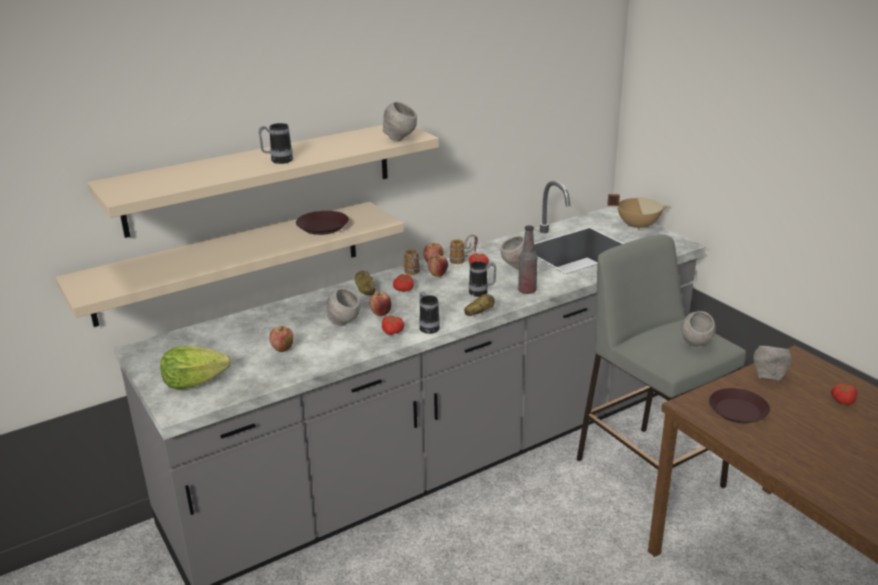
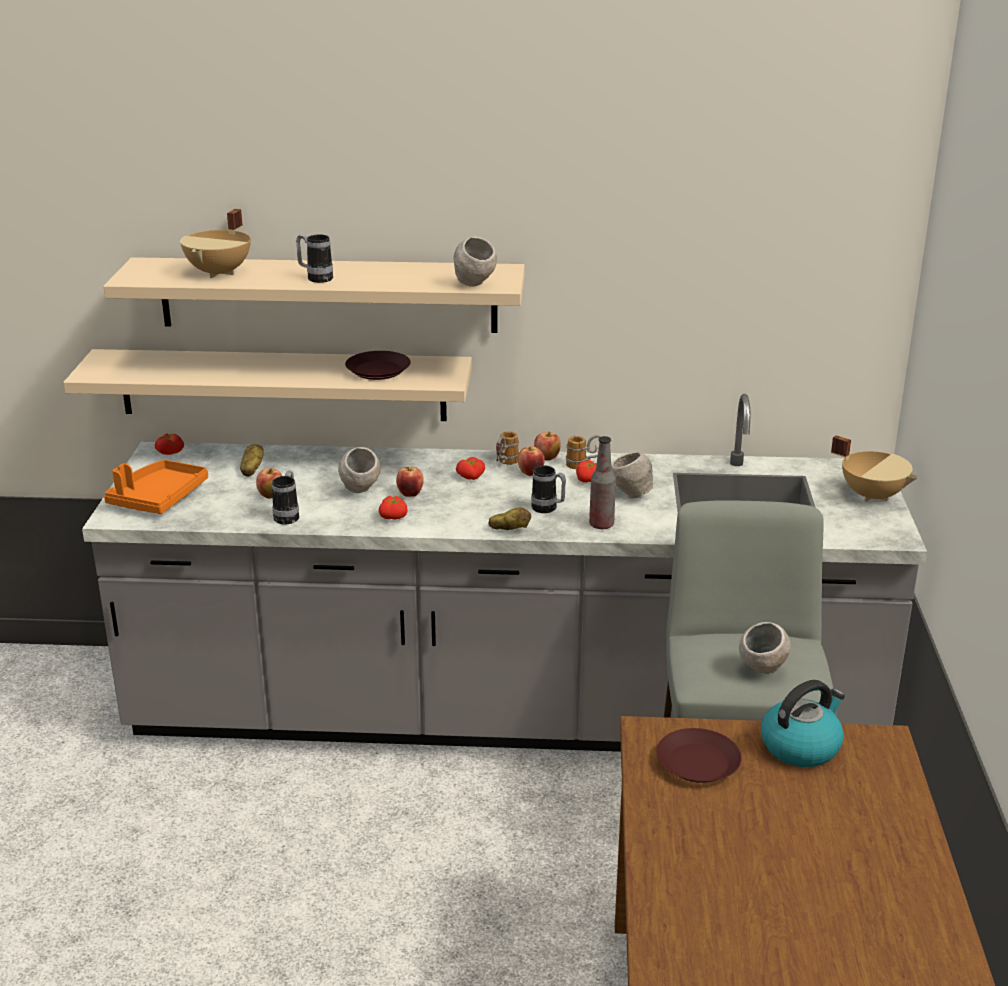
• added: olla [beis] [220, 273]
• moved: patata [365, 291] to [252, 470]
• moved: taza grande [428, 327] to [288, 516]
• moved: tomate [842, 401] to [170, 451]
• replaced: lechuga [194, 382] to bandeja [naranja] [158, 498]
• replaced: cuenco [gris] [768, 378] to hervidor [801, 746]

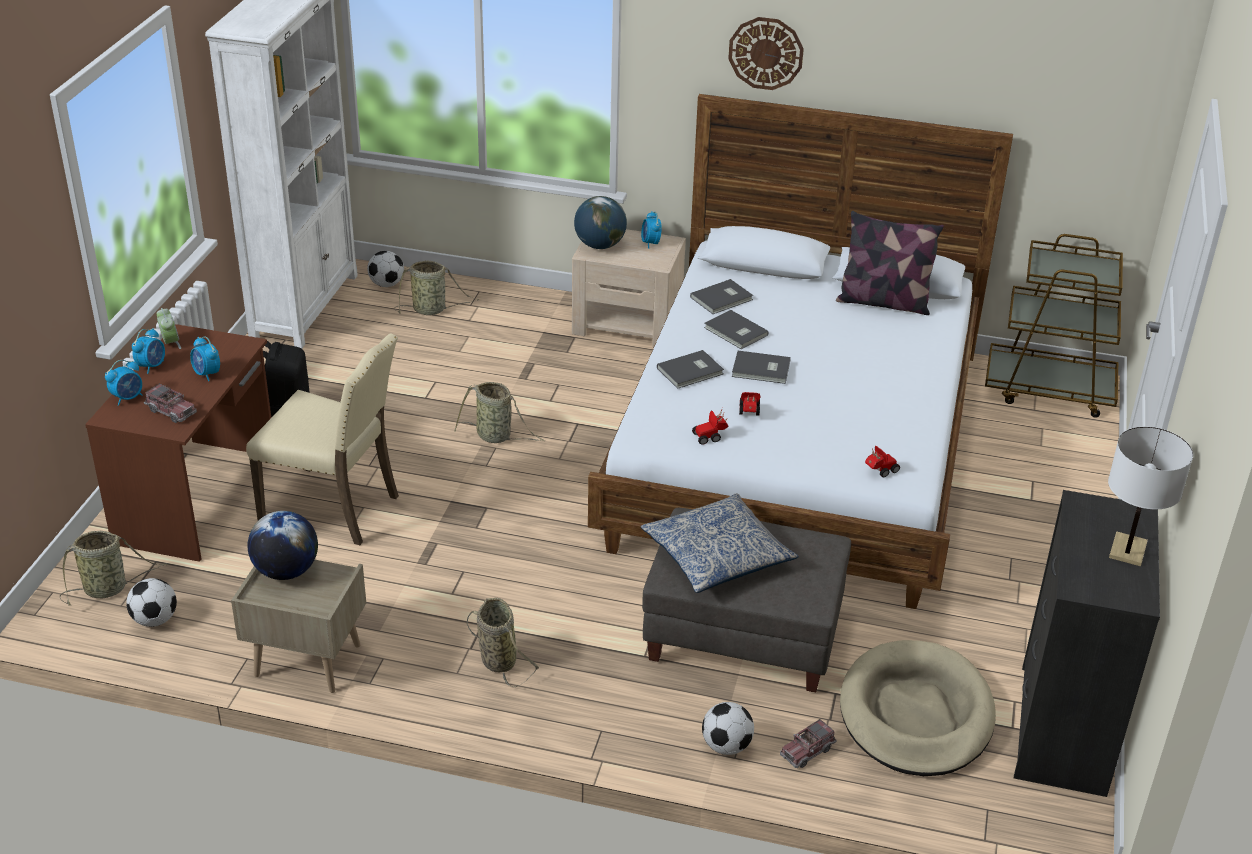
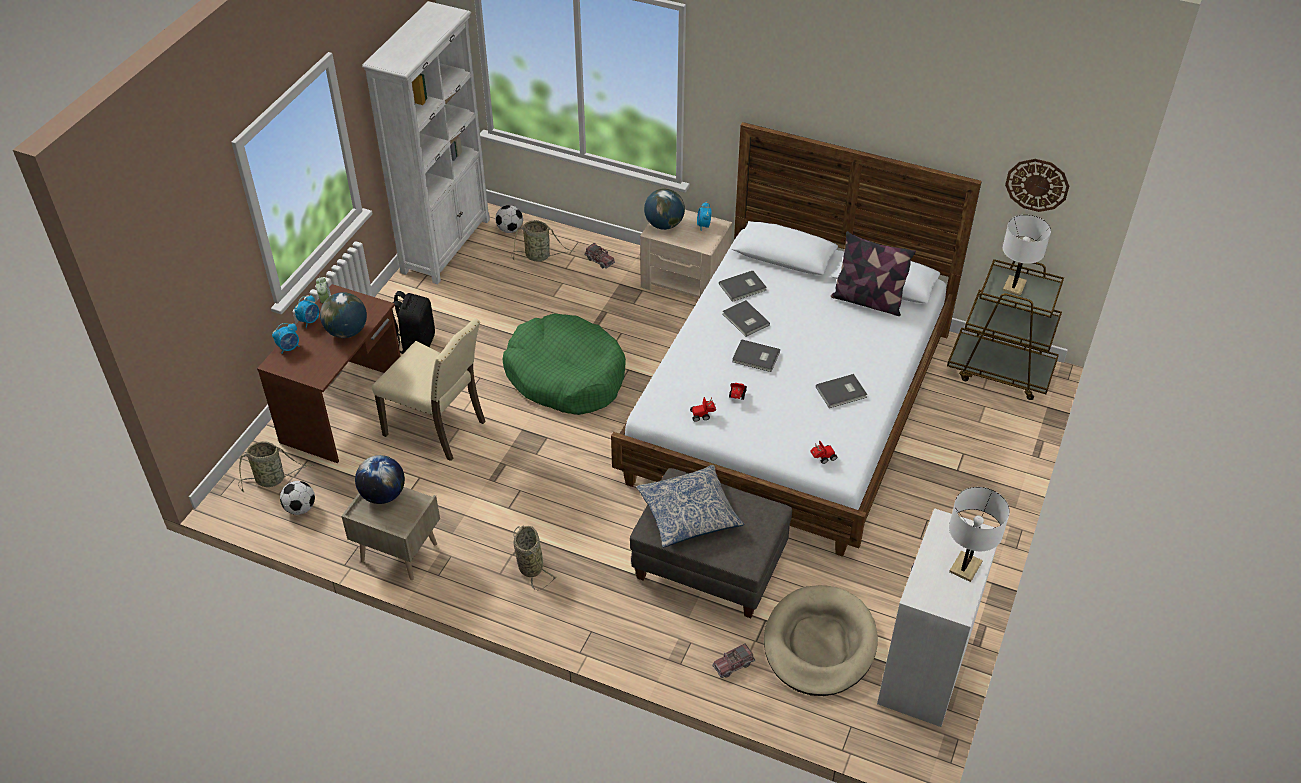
• removed: balón de fútbol [726, 746]
• added: lámpara de mesa [blanco] [1014, 286]
• moved: camión de juguete [171, 411] to [599, 260]
• moved: libro [gris] [691, 371] to [842, 393]
• moved: reloj de pared [766, 53] to [1037, 184]
• replaced: despertador [207, 374] to globo terráqueo [347, 331]
• replaced: cesta [496, 436] to cama para perro [verde] [566, 376]
• recoloured: cómoda [negro] [1061, 729] to cómoda [blanco] [923, 668]

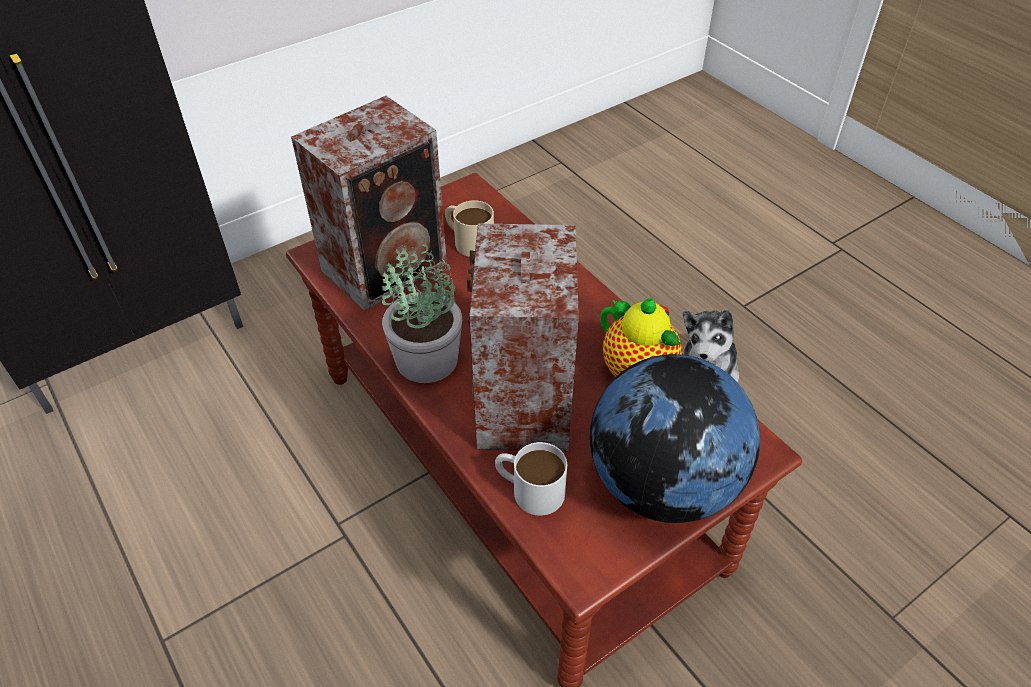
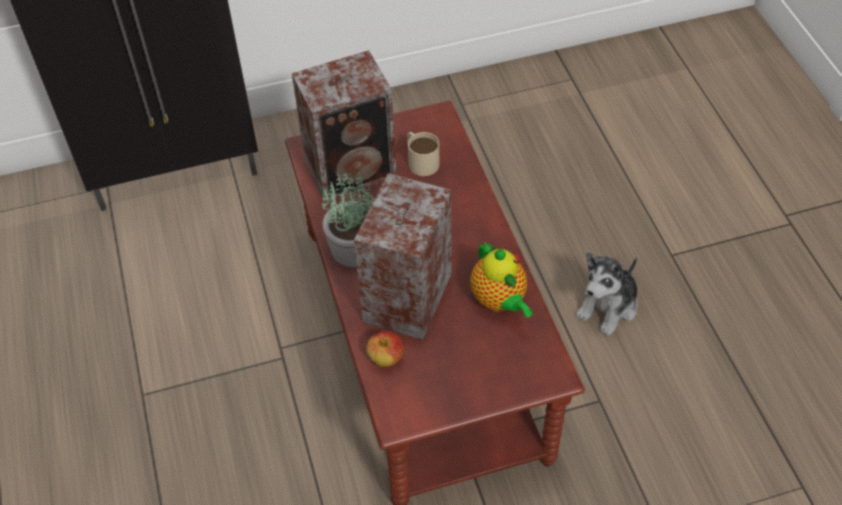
• removed: globo terráqueo [662, 484]
• replaced: taza grande [blanco] [529, 489] to manzana [386, 358]

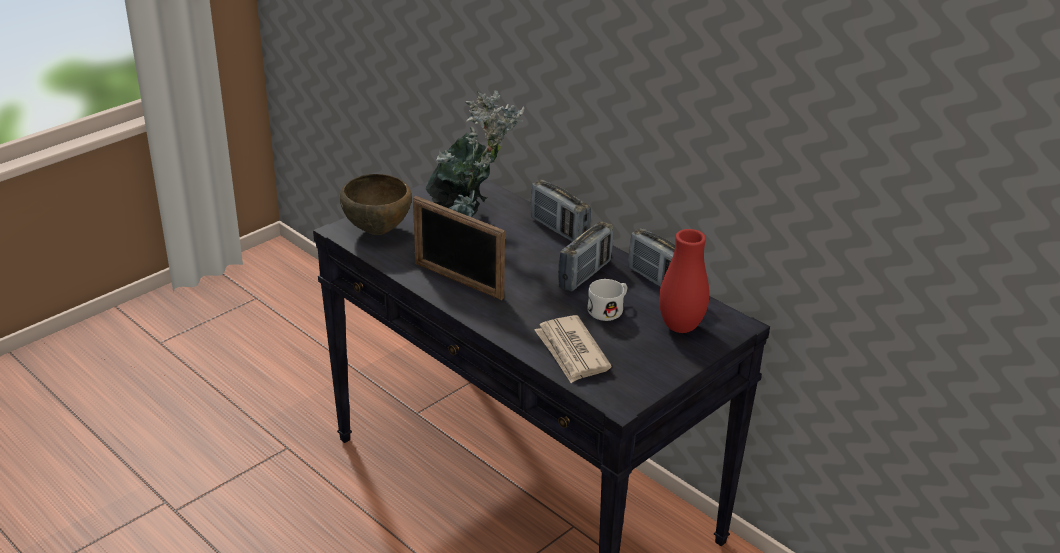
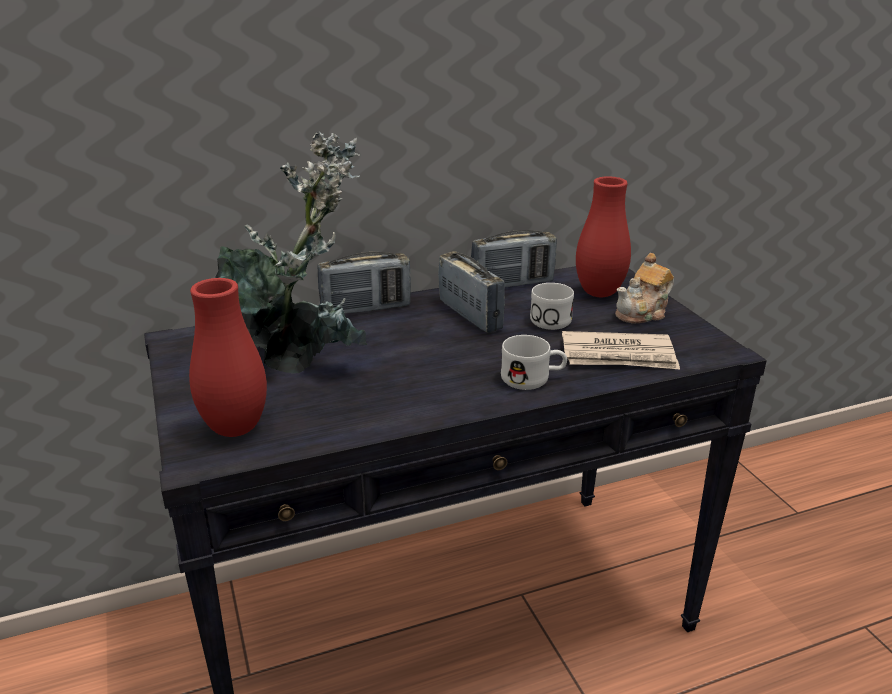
• removed: portarretratos [458, 280]
• added: taza grande [blanco] [533, 379]
• added: tetera [643, 313]
• replaced: cuenco [marrón] [378, 231] to florero [rojo] [235, 428]

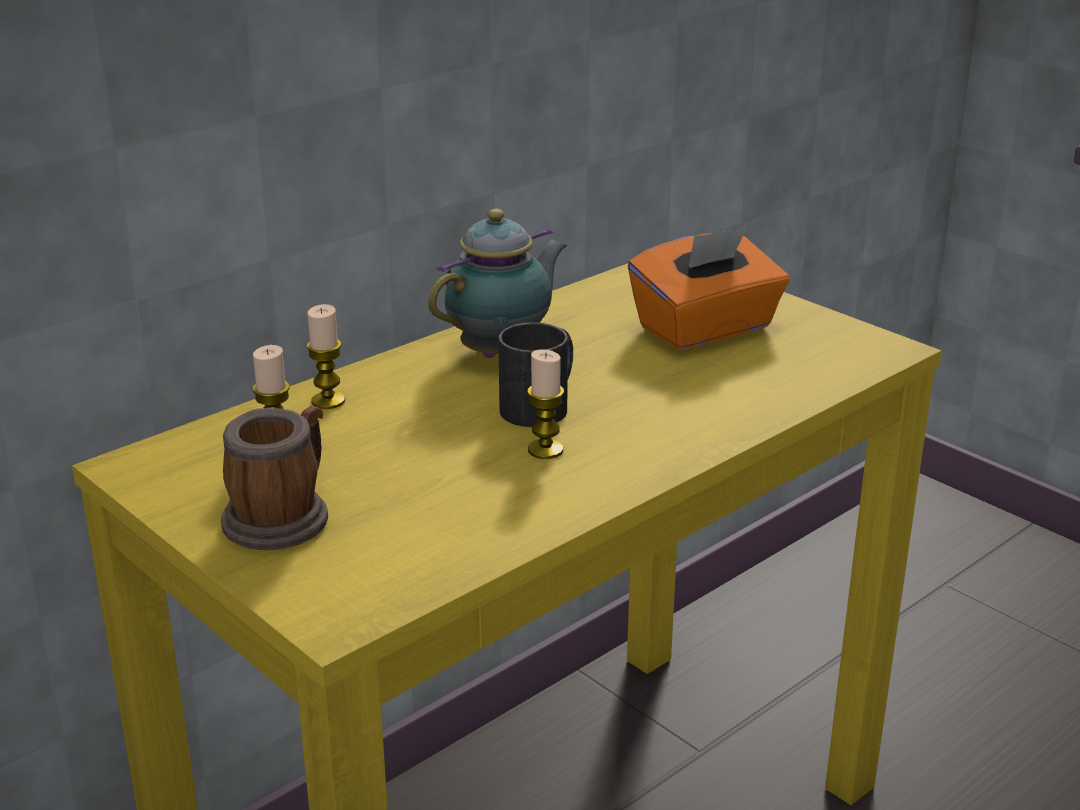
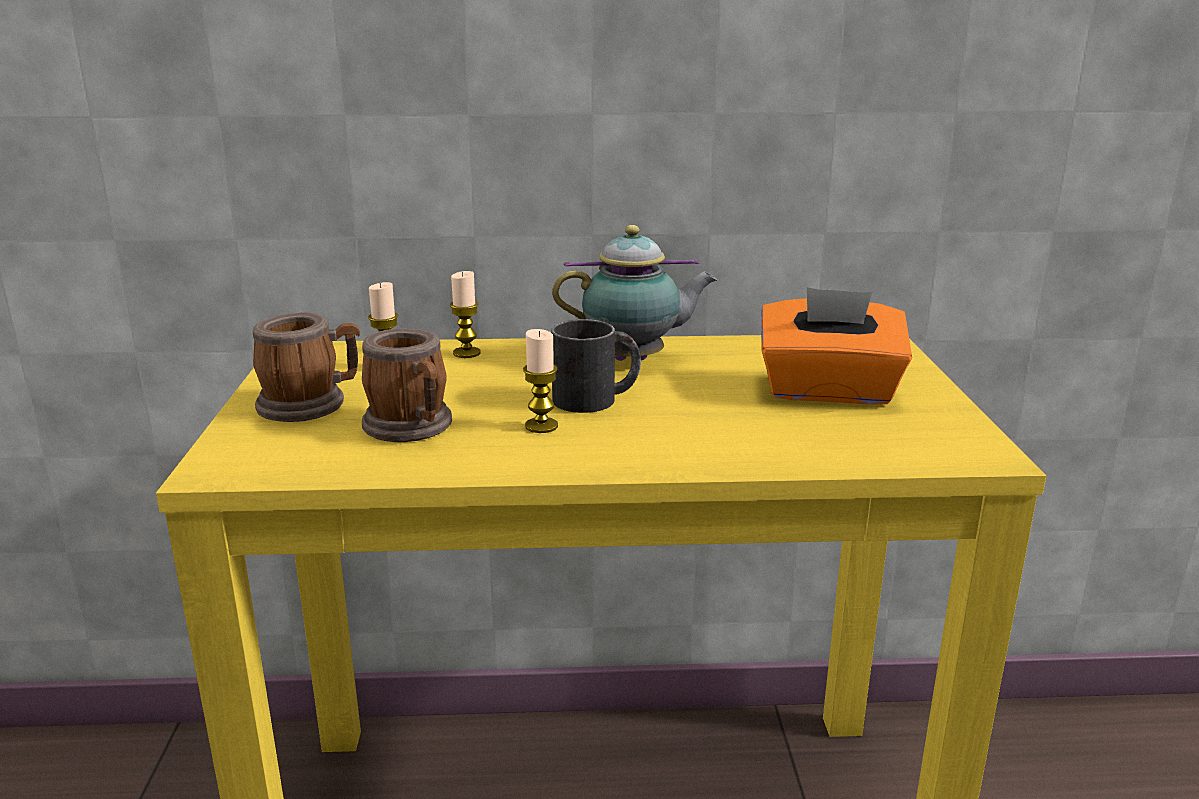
• added: taza grande [413, 428]

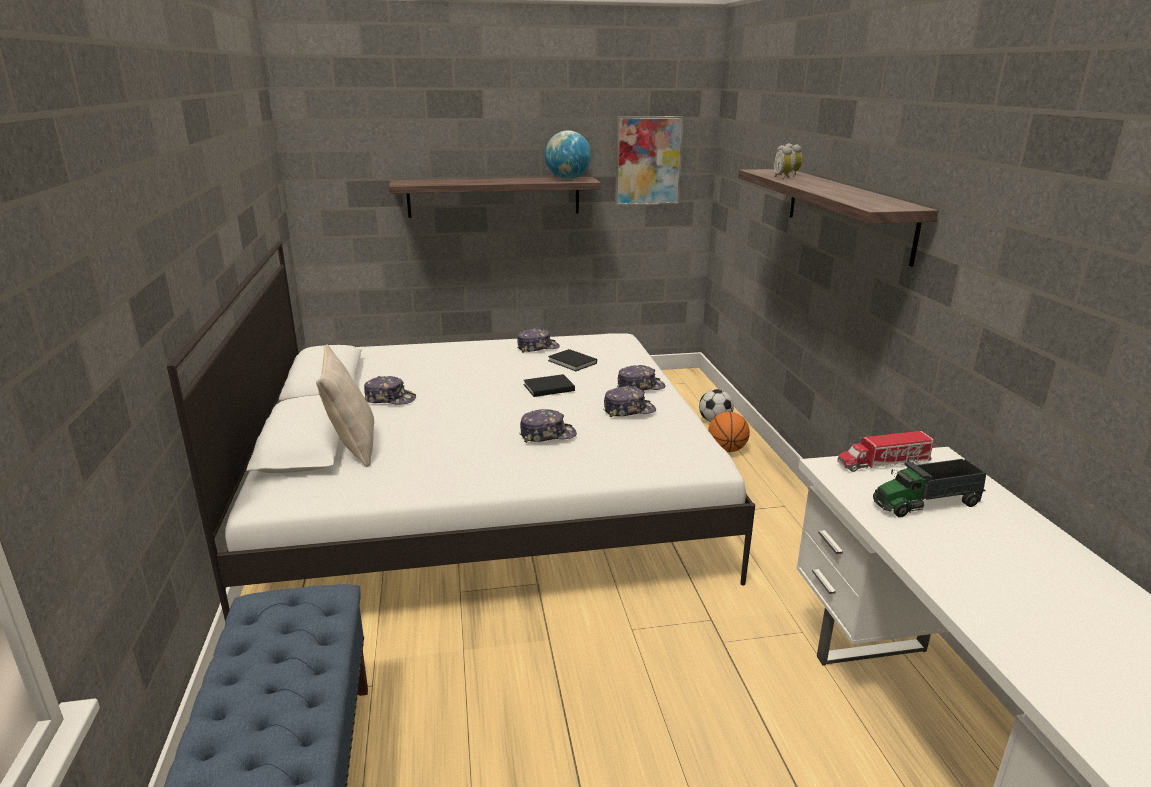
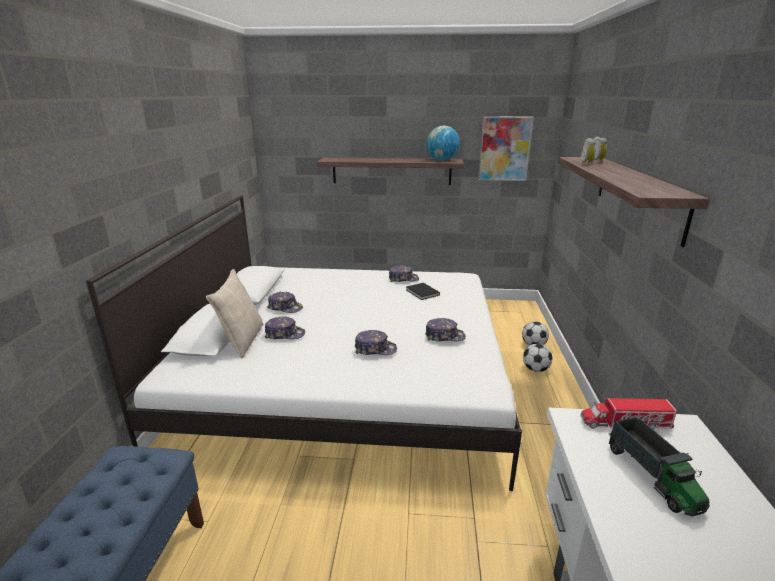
• removed: libro [negro] [547, 387]
• moved: gorra [640, 387] to [285, 334]
• replaced: balón de baloncesto [727, 449] to balón de fútbol [535, 369]
• turned: camión de juguete [926, 504] = [652, 476] 105 degrees counterclockwise

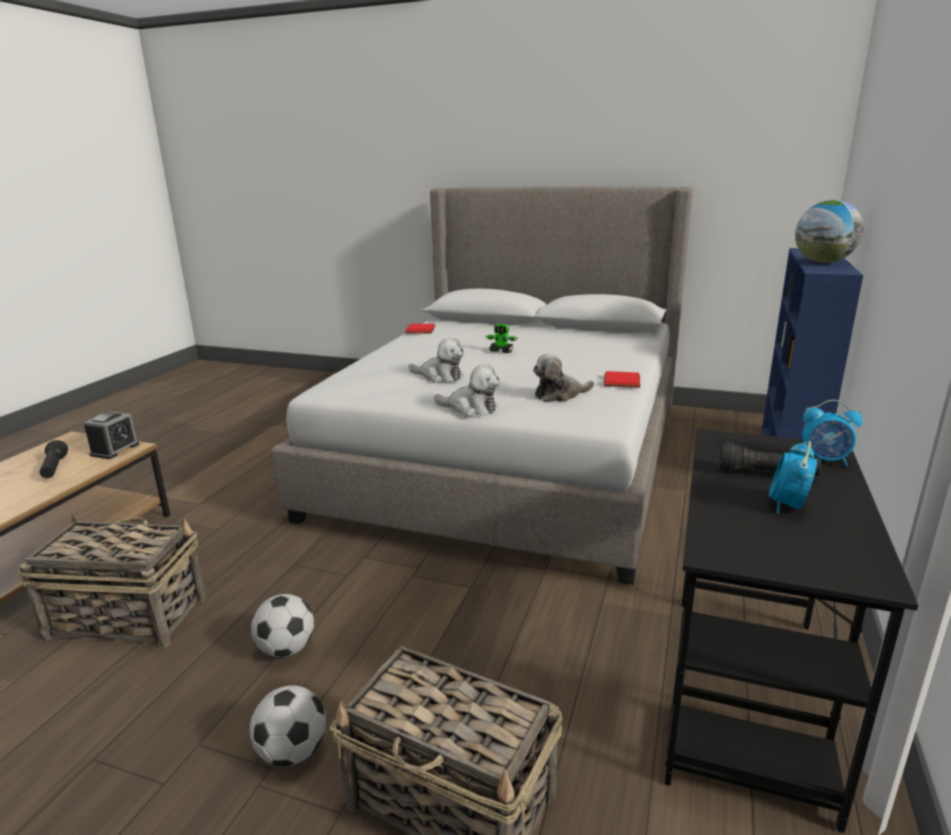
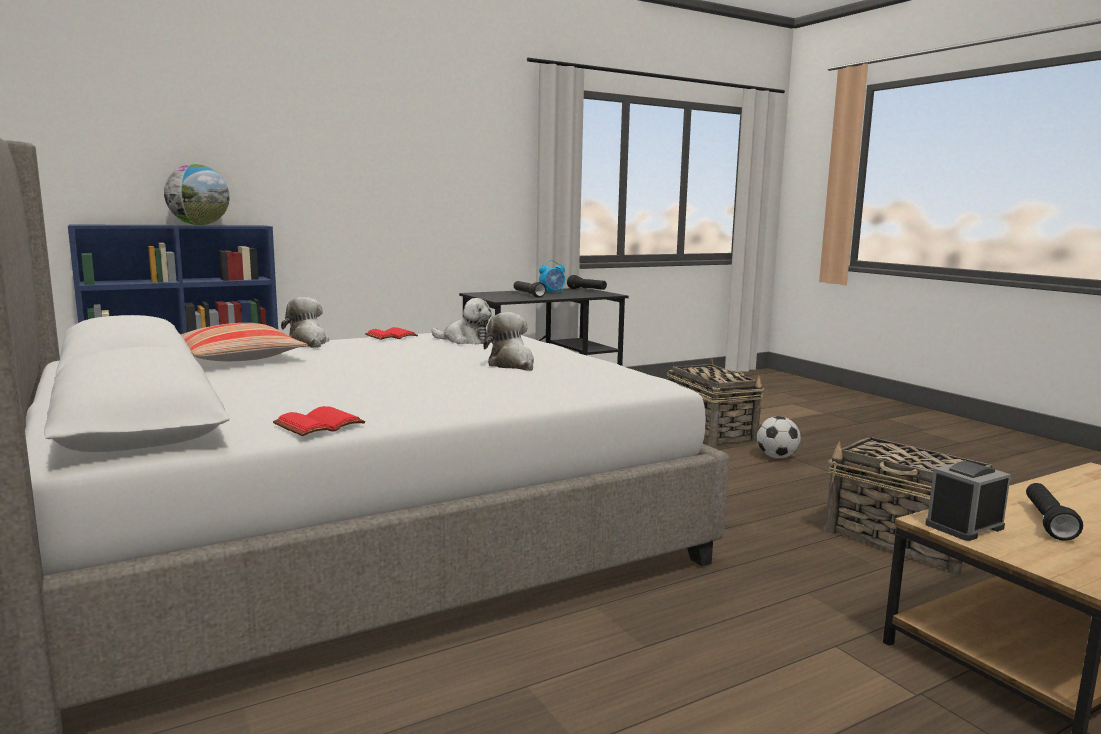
• removed: balón de fútbol [286, 649]
• removed: robot de juguete [501, 351]
• removed: despertador [825, 460]
• added: cojín [237, 358]
• added: linterna [negro] [587, 290]
• moved: peluche [471, 408] to [308, 343]

